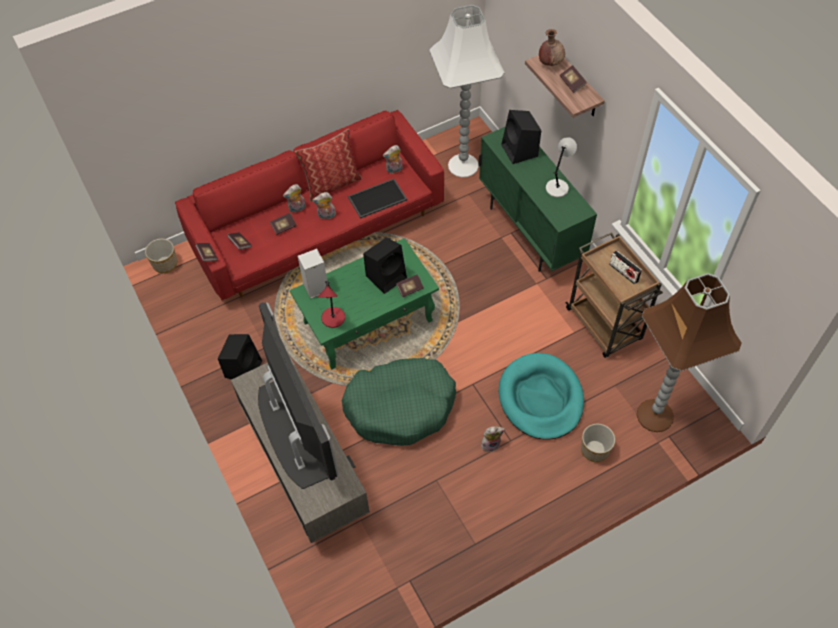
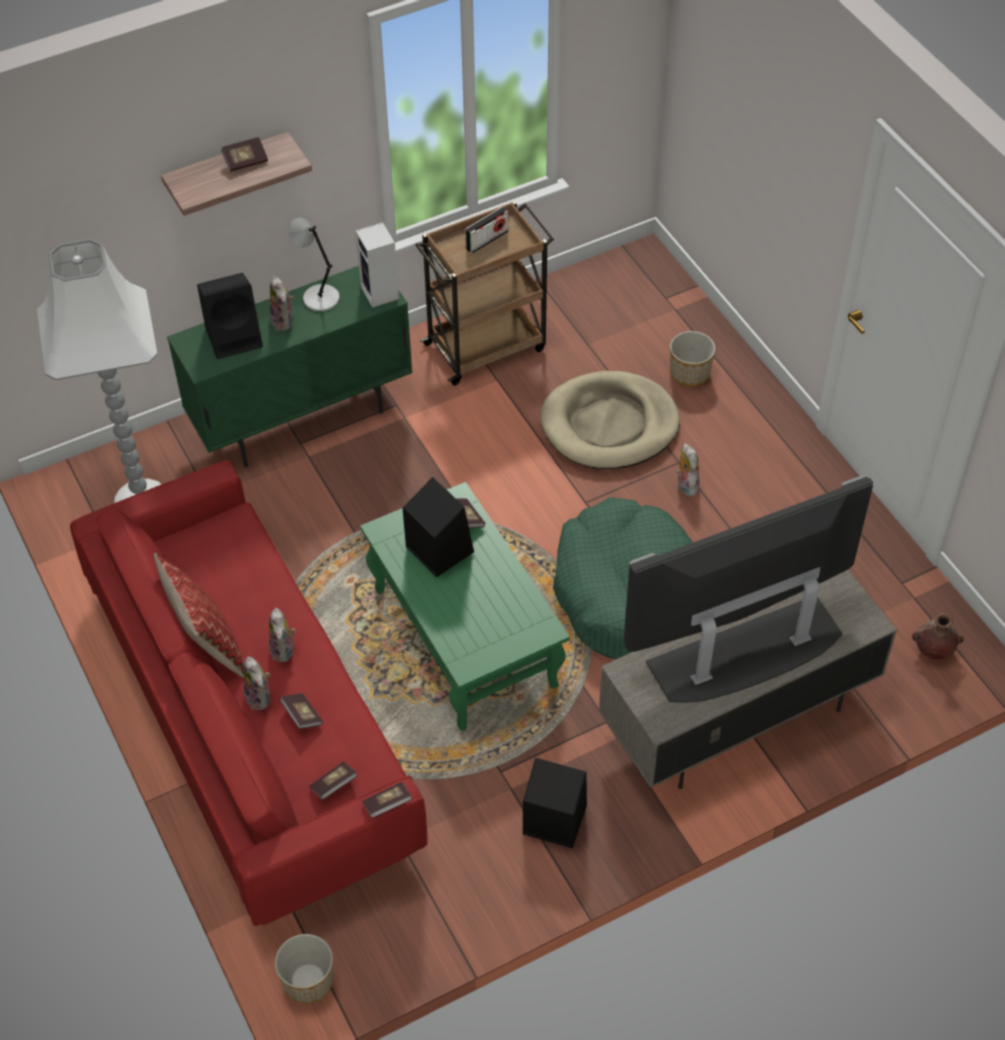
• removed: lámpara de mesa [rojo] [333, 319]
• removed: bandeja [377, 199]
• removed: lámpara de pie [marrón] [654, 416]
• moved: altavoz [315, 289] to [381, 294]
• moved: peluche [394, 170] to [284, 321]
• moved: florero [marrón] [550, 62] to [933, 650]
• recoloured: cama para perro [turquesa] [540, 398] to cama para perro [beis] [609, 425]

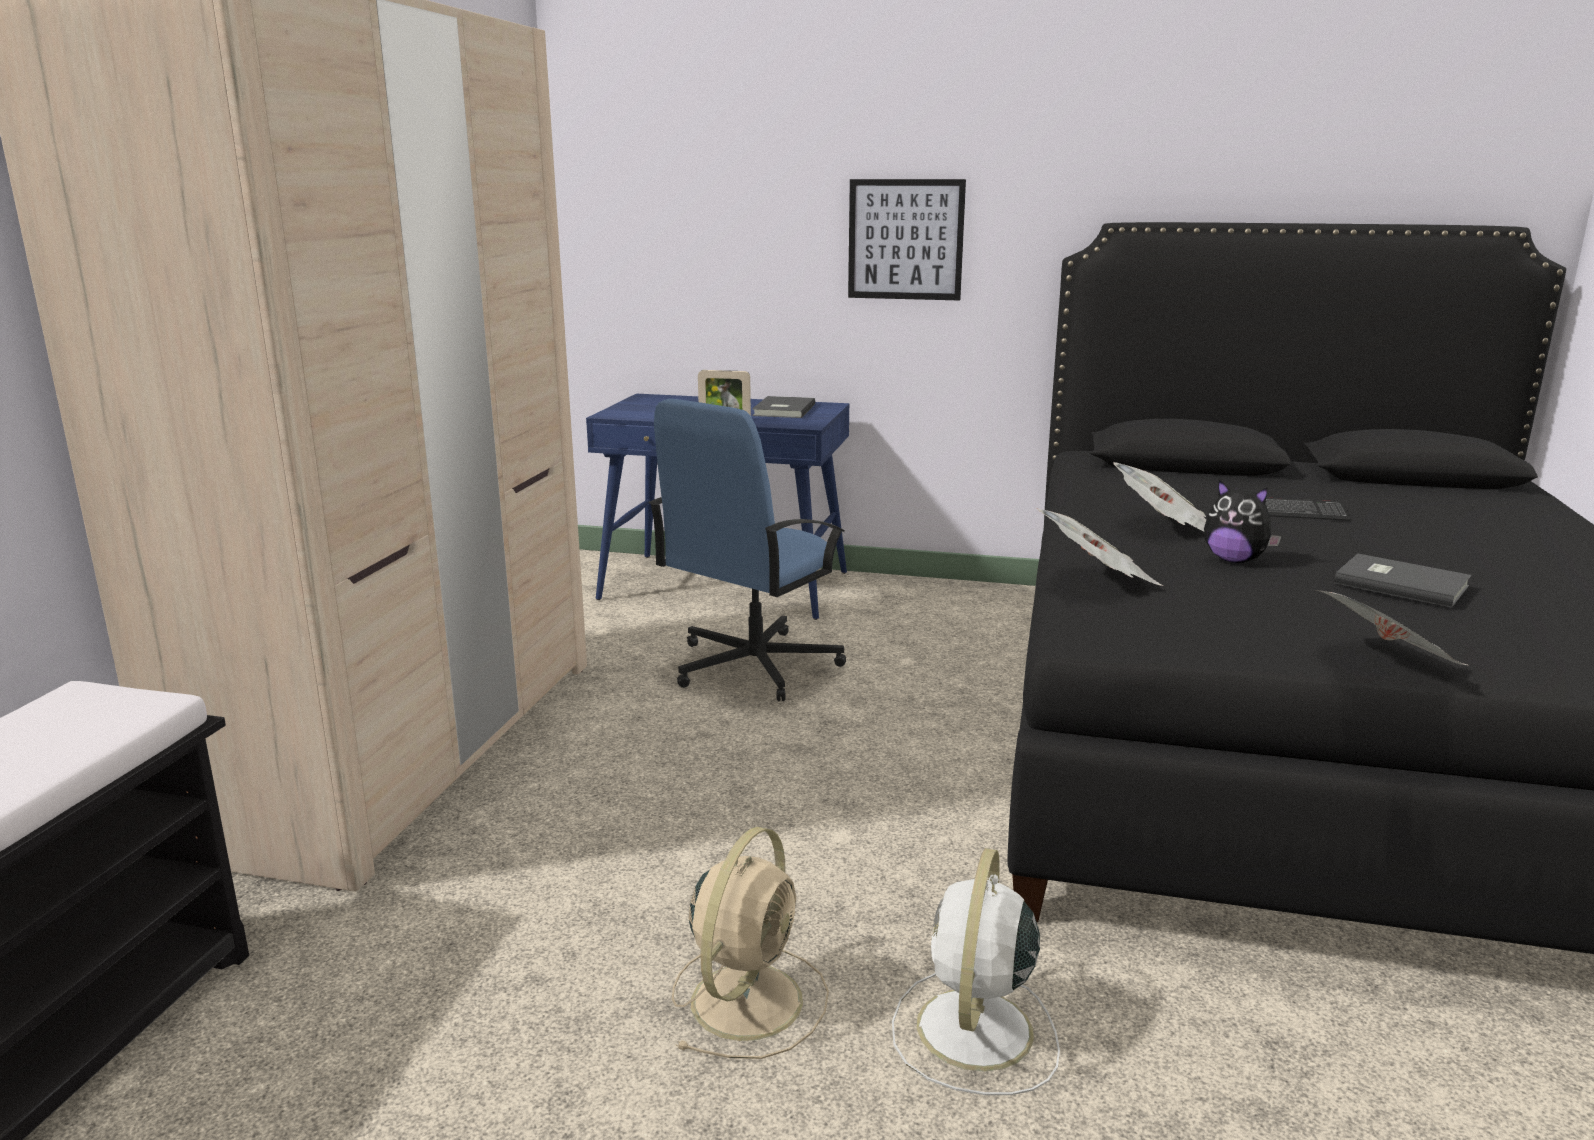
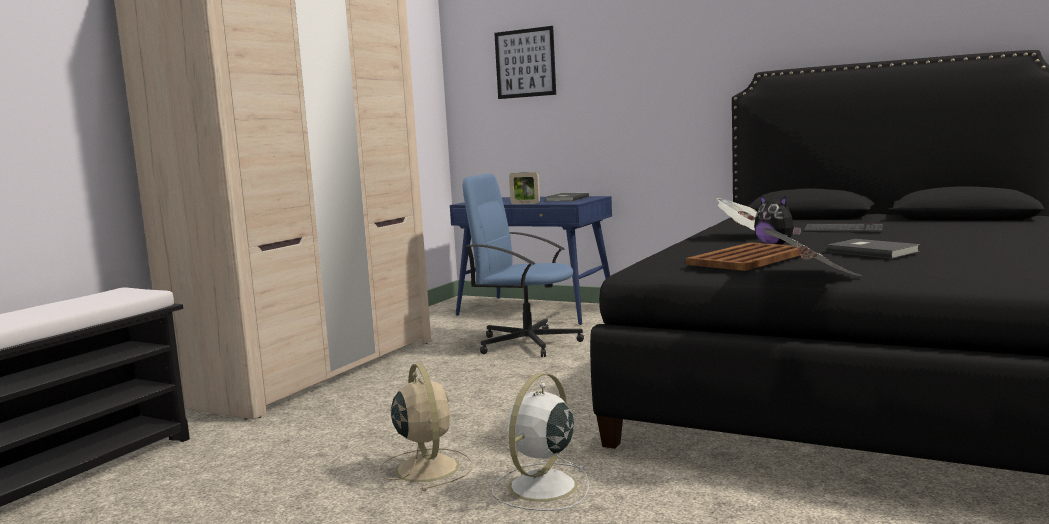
• removed: periódico [1097, 578]
• added: bandeja [marrón] [746, 258]
• moved: cuadro [905, 239] to [525, 63]
• turned: silla de oficina [azul] [752, 666] = [526, 343] 60 degrees clockwise
• turned: ventilador [beis] [749, 998] = [426, 467] 60 degrees counterclockwise

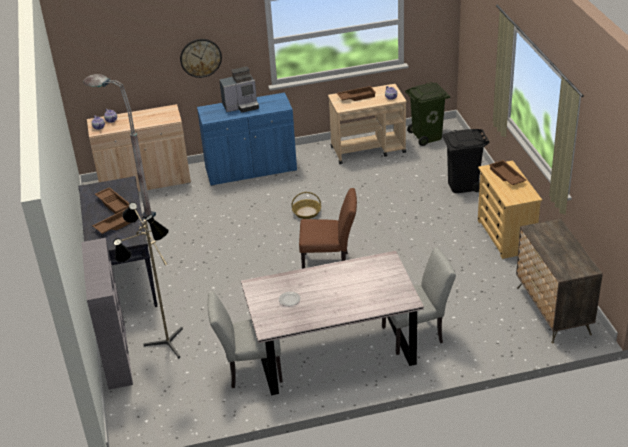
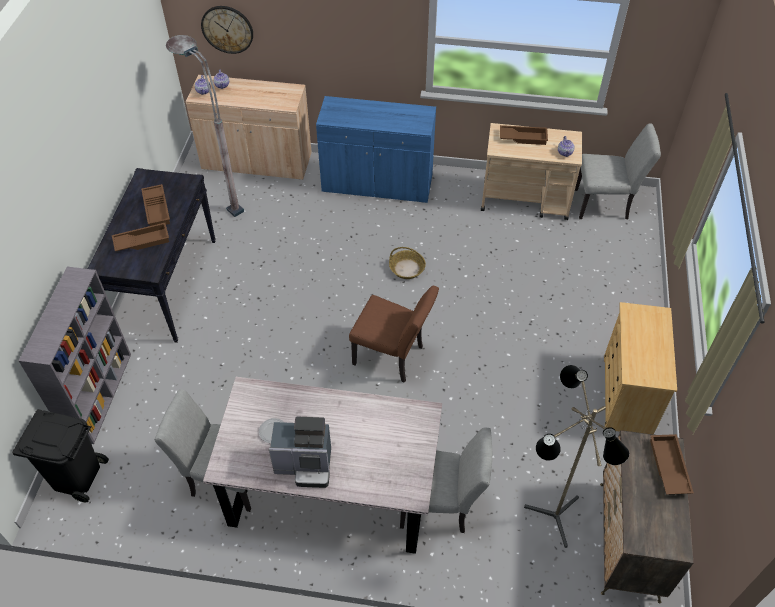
• moved: lámpara de pie [164, 346] to [549, 519]
• moved: reloj de pared [200, 57] to [227, 29]
• moved: cafetera [241, 106] to [305, 465]
• moved: papelera [negro] [462, 185] to [77, 476]
• moved: bandeja [marrón] [506, 176] to [668, 467]
• replaced: papelera [verde] [427, 136] to silla [gris] [606, 204]

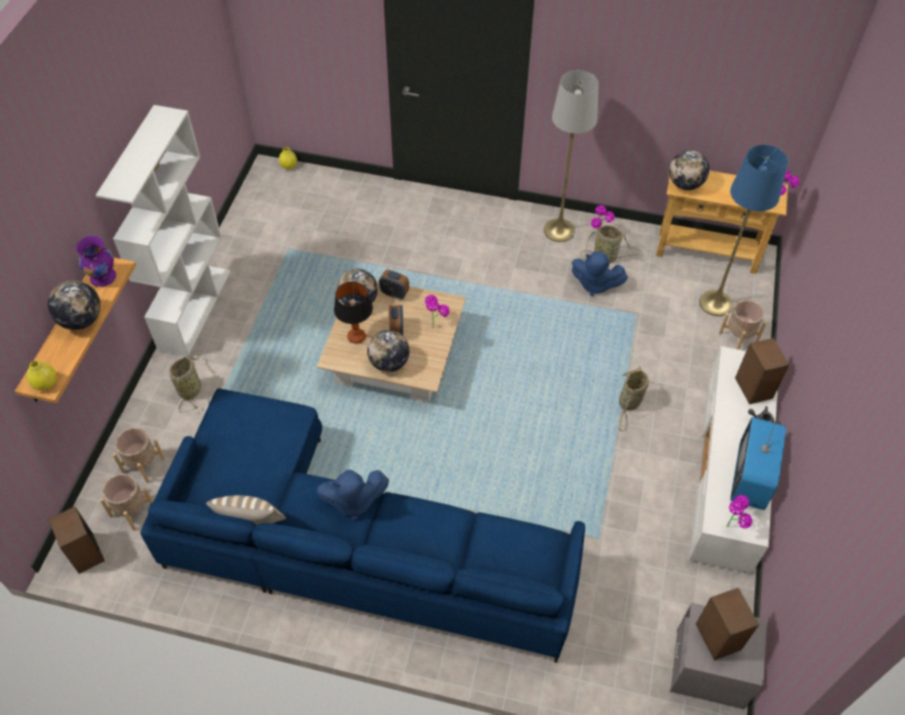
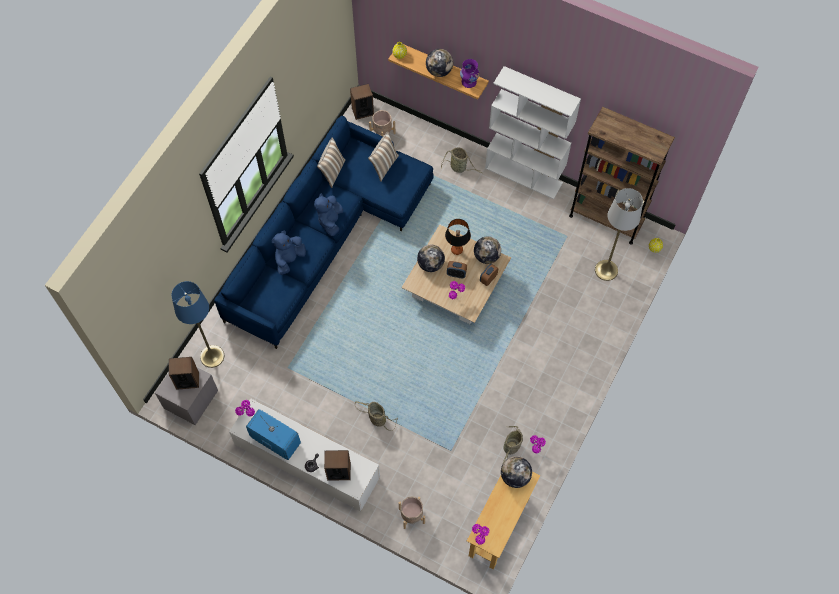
• removed: maceta [beis] [143, 465]
• added: cojín [384, 166]
• added: estantería [marrón] [606, 218]
• moved: lámpara de pie [gris] [559, 230] to [606, 270]
• moved: peluche [azul] [595, 284] to [289, 259]
• moved: lámpara de pie [azul] [715, 303] to [212, 356]

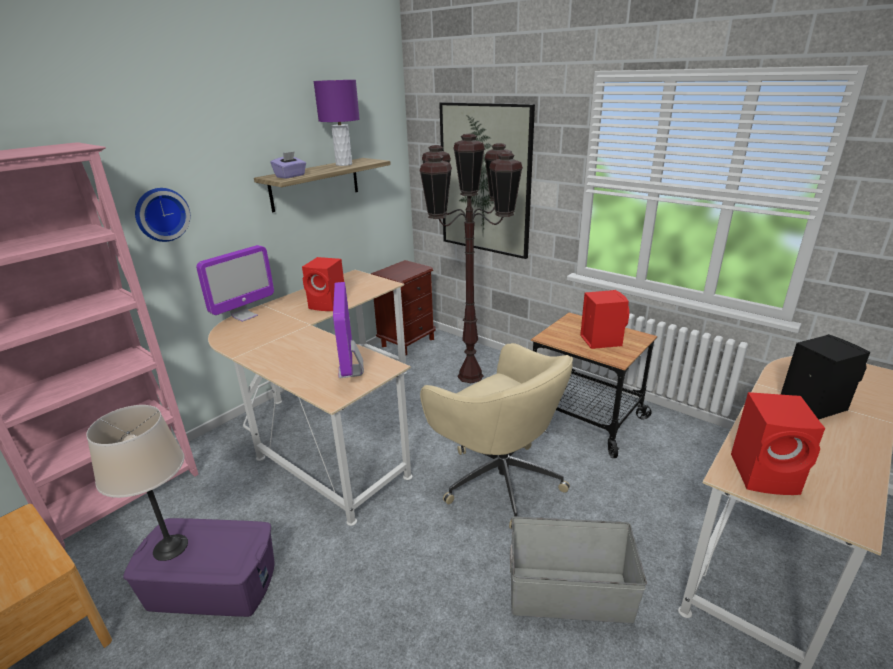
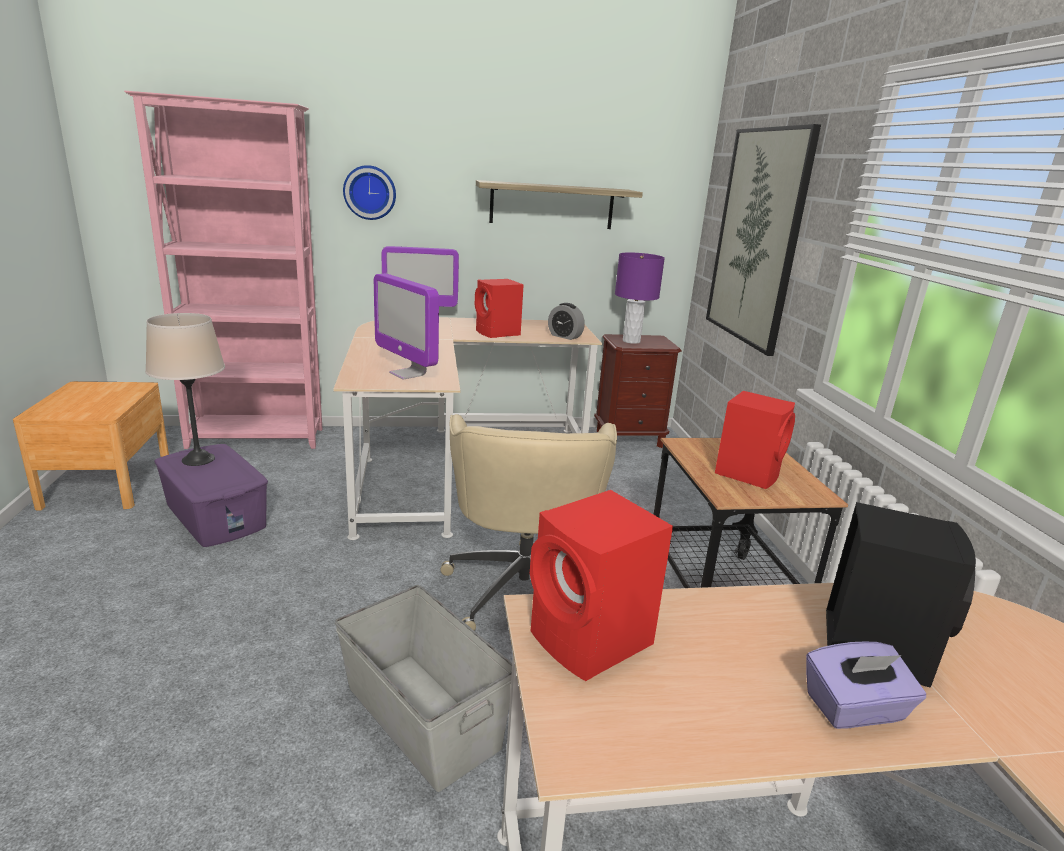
• removed: lámpara de pie [marrón] [471, 376]
• added: despertador [564, 336]
• moved: caja de pañuelos [morado] [290, 176] to [855, 709]
• moved: lámpara de mesa [morado] [343, 164] to [631, 341]
• turned: monitor [351, 371] = [407, 374] 75 degrees counterclockwise

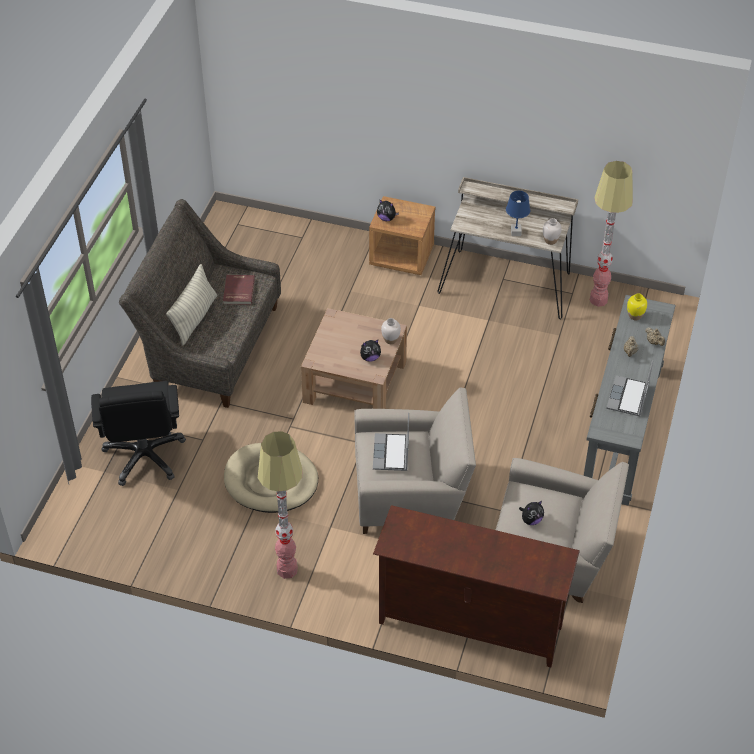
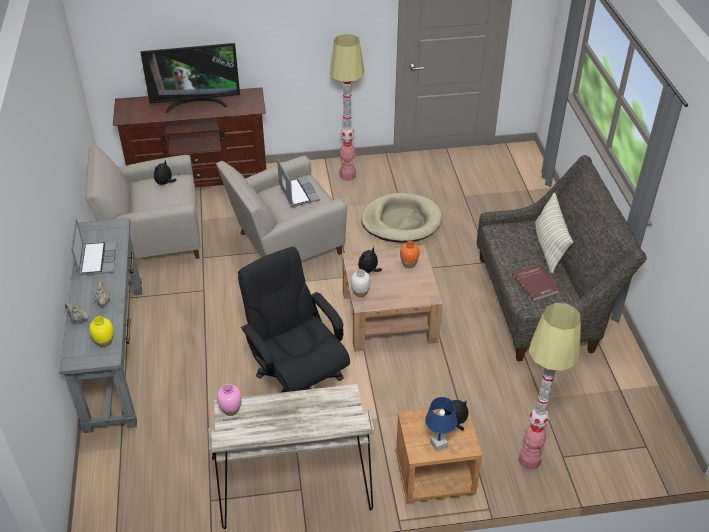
• added: televisor [196, 104]
• added: florero [naranja] [409, 264]
• moved: silla de oficina [negro] [145, 456] to [298, 386]
• moved: lámpara de mesa [azul] [516, 232] to [438, 444]
• moved: lámpara de pie [598, 300] to [529, 460]
• recoloured: florero [blanco] [550, 240] to florero [rosa] [231, 410]

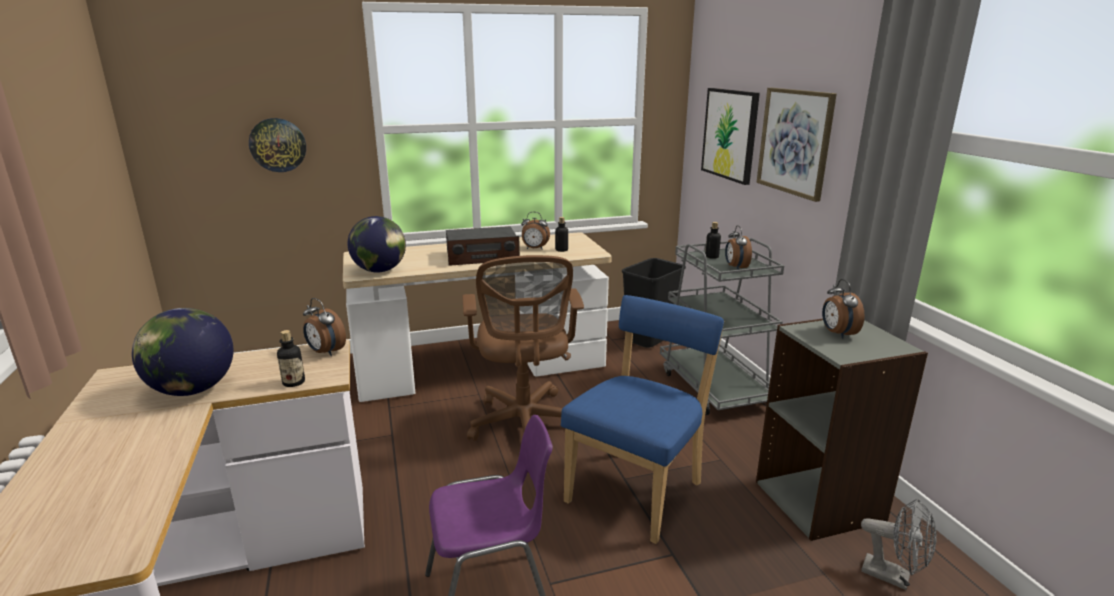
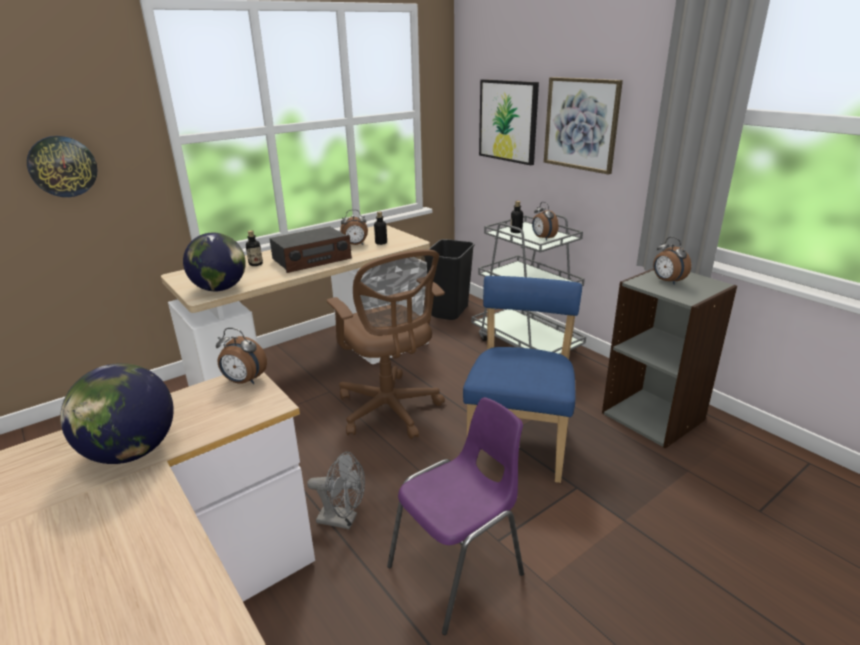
• moved: botella [294, 382] to [256, 264]
• moved: ventilador [gris] [893, 577] to [343, 520]

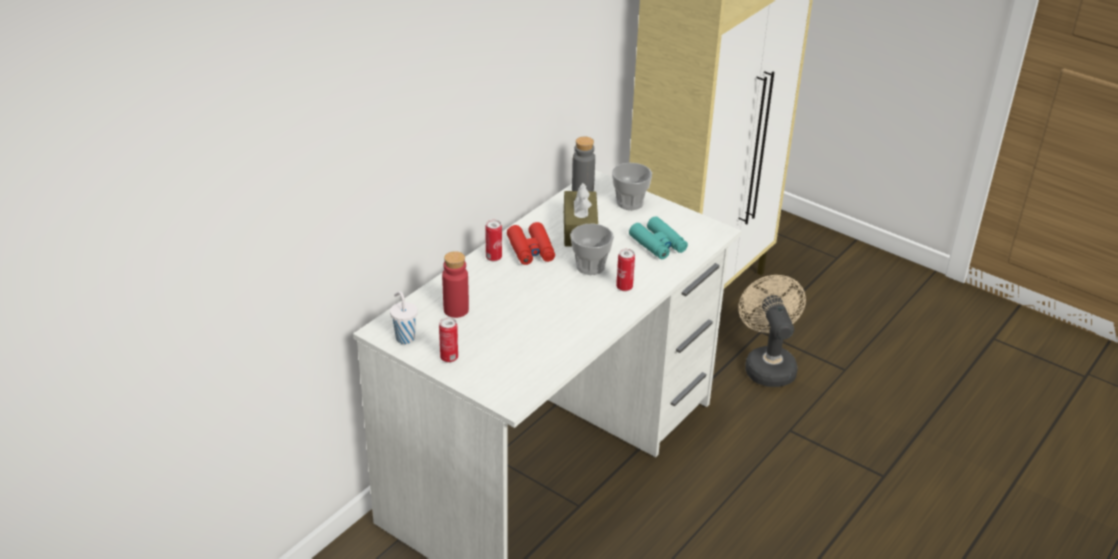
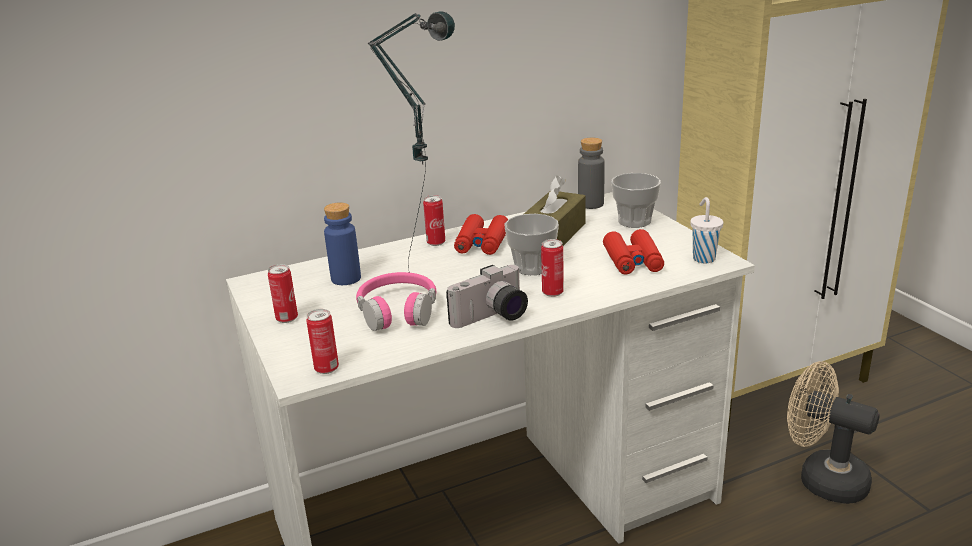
• added: lata [326, 369]
• added: auriculares [rosa] [398, 311]
• added: lámpara de mesa [428, 277]
• added: cámara [493, 318]
• moved: taza [blanco] [404, 338] to [703, 258]
• recoloured: botella [rojo] [456, 310] to botella [azul] [346, 278]
• recoloured: prismáticos [turquesa] [658, 244] to prismáticos [rojo] [633, 261]
• turned: ventilador [beis] [767, 365] = [822, 478] 75 degrees counterclockwise

